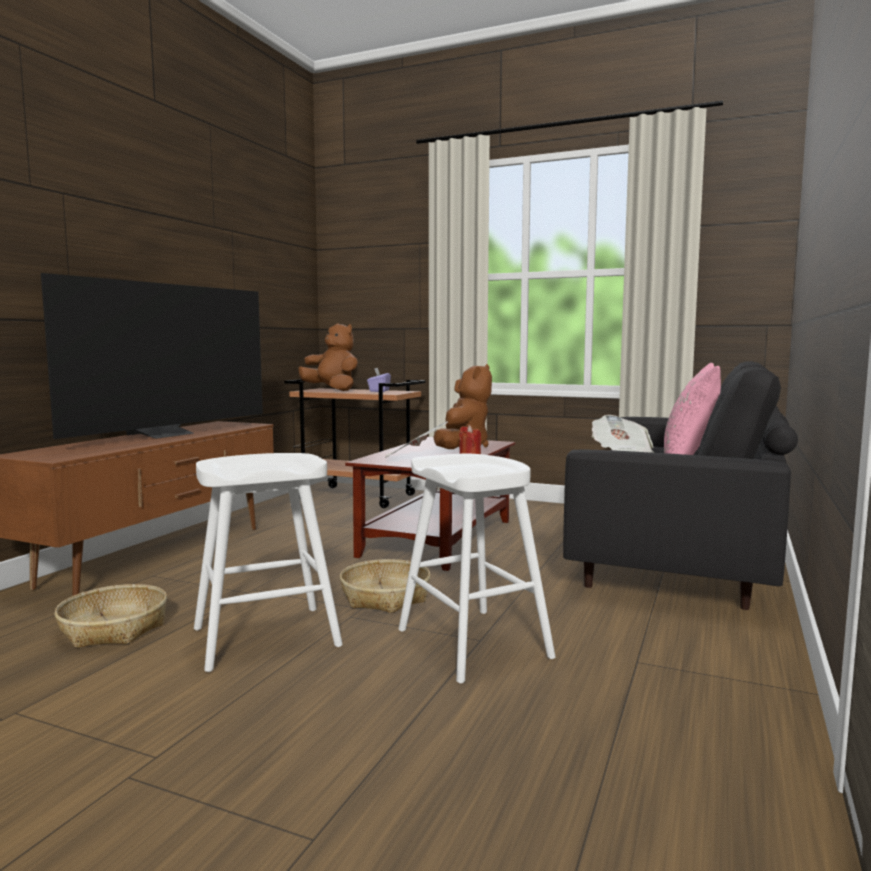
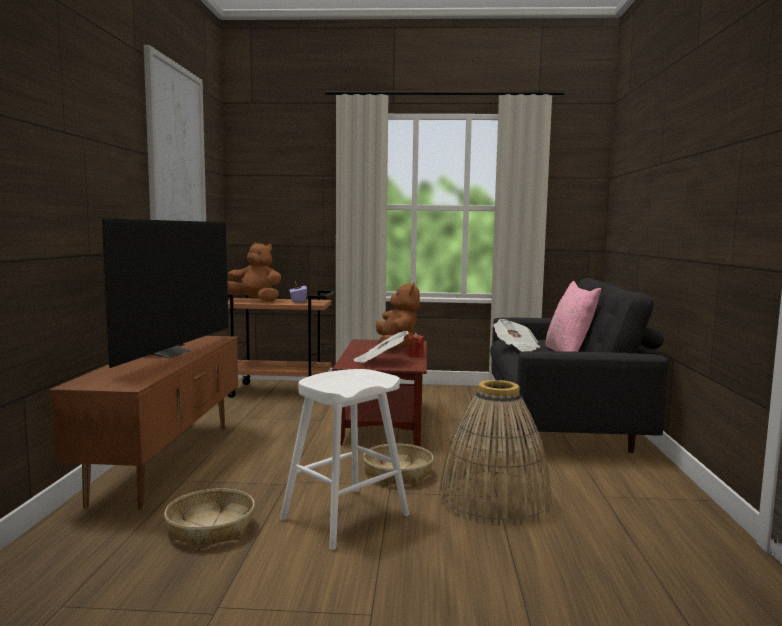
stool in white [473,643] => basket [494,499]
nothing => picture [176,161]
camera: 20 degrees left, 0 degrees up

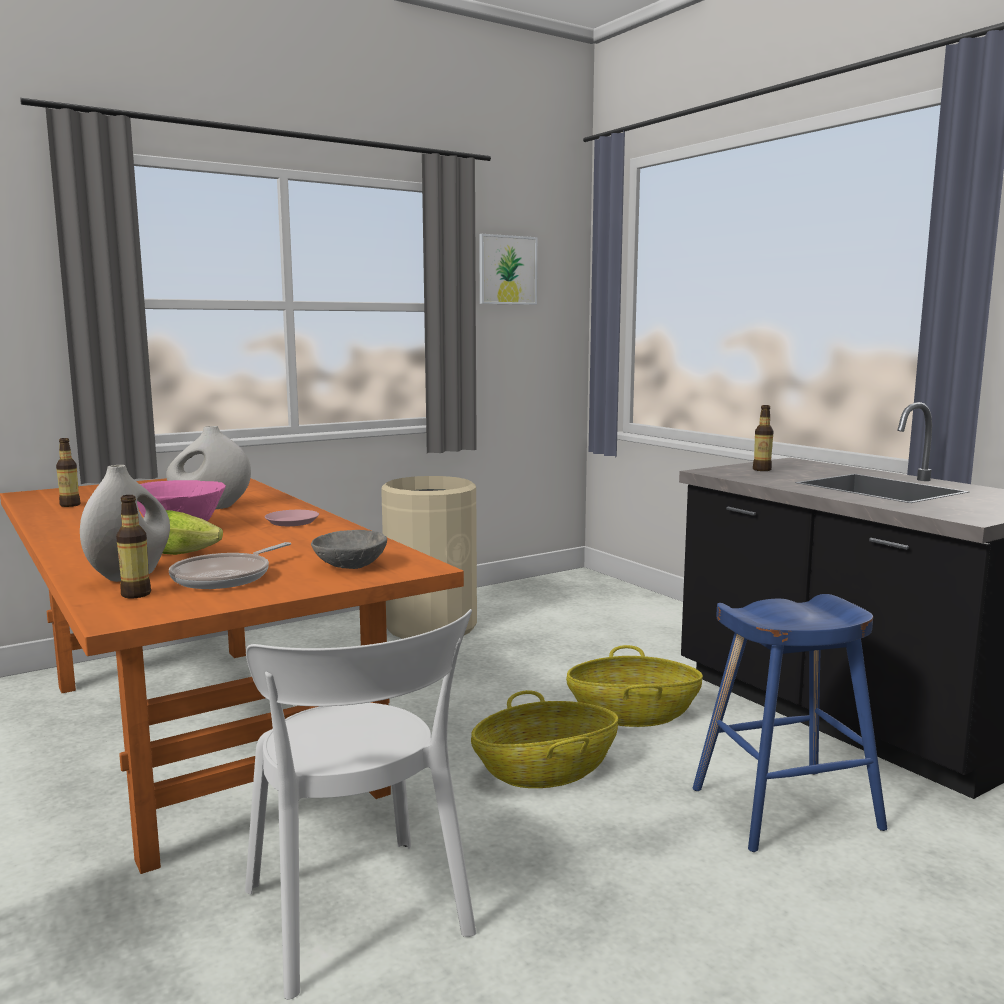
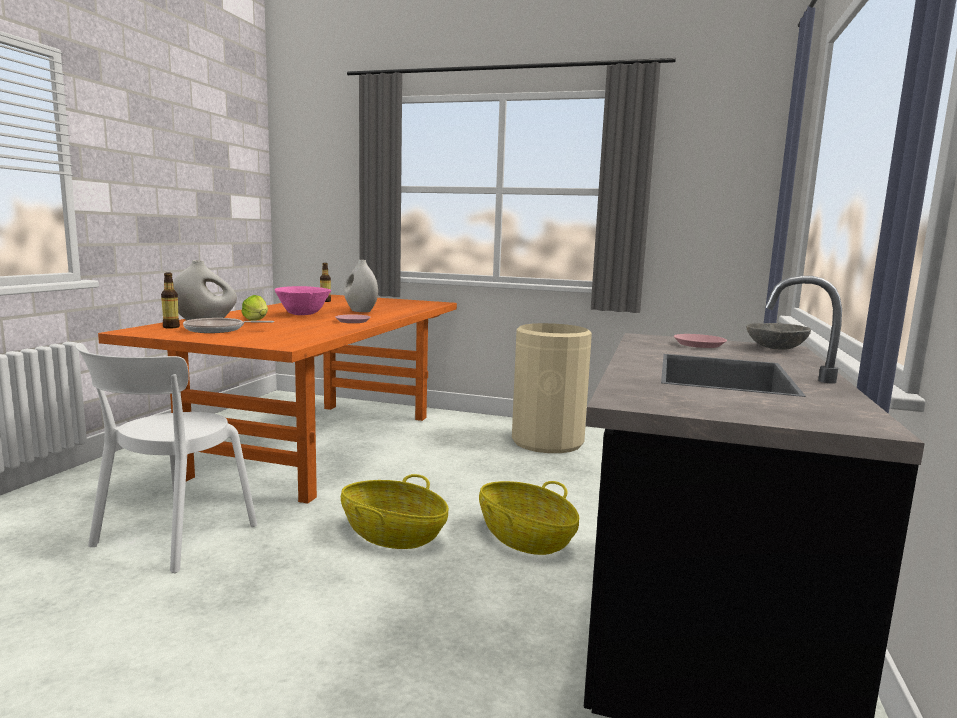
picture [507,270] => nothing
bottle [762,470] => plate in pink [699,344]
bowl in grey [351,565] => bowl in grey [776,348], moved
stool in blue [786,808] => nothing
camera: 50 degrees right, 0 degrees up

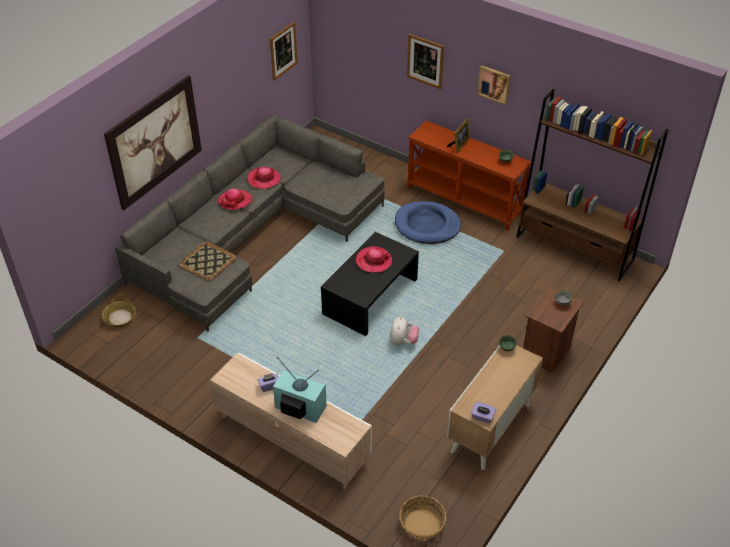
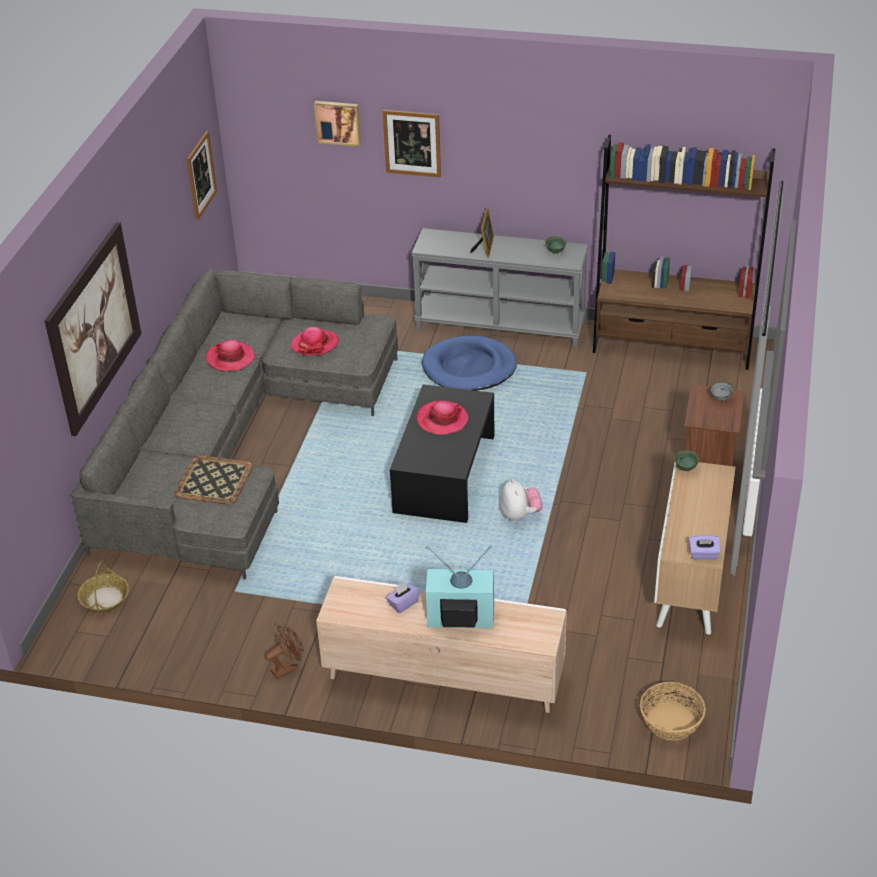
picture [494,84] => picture [338,122], moved
console table in brown [465,200] => console table in grey [501,325]
hat [235,201] => hat [315,344], moved
nothing => fan in brown [288,667]
camera: 20 degrees left, 5 degrees down

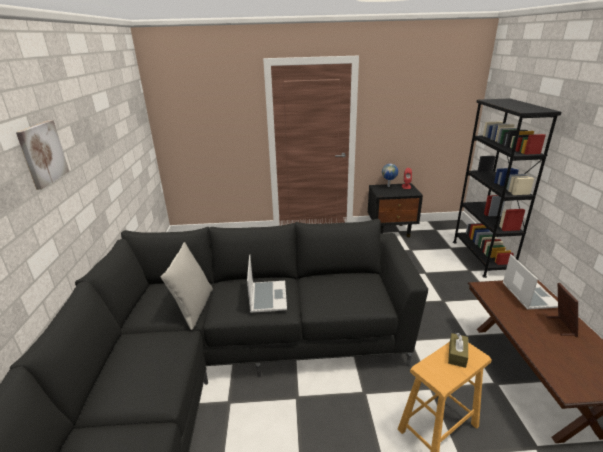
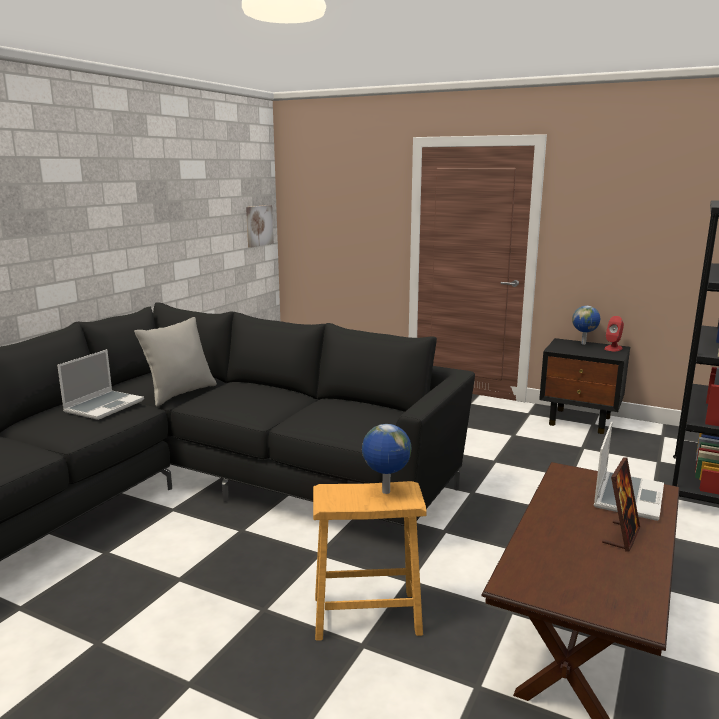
picture [42,153] => picture [258,225], moved
laptop [267,297] => laptop [104,406], moved
tissue box in brown [457,354] => globe [385,492]
camera: 30 degrees right, 10 degrees down

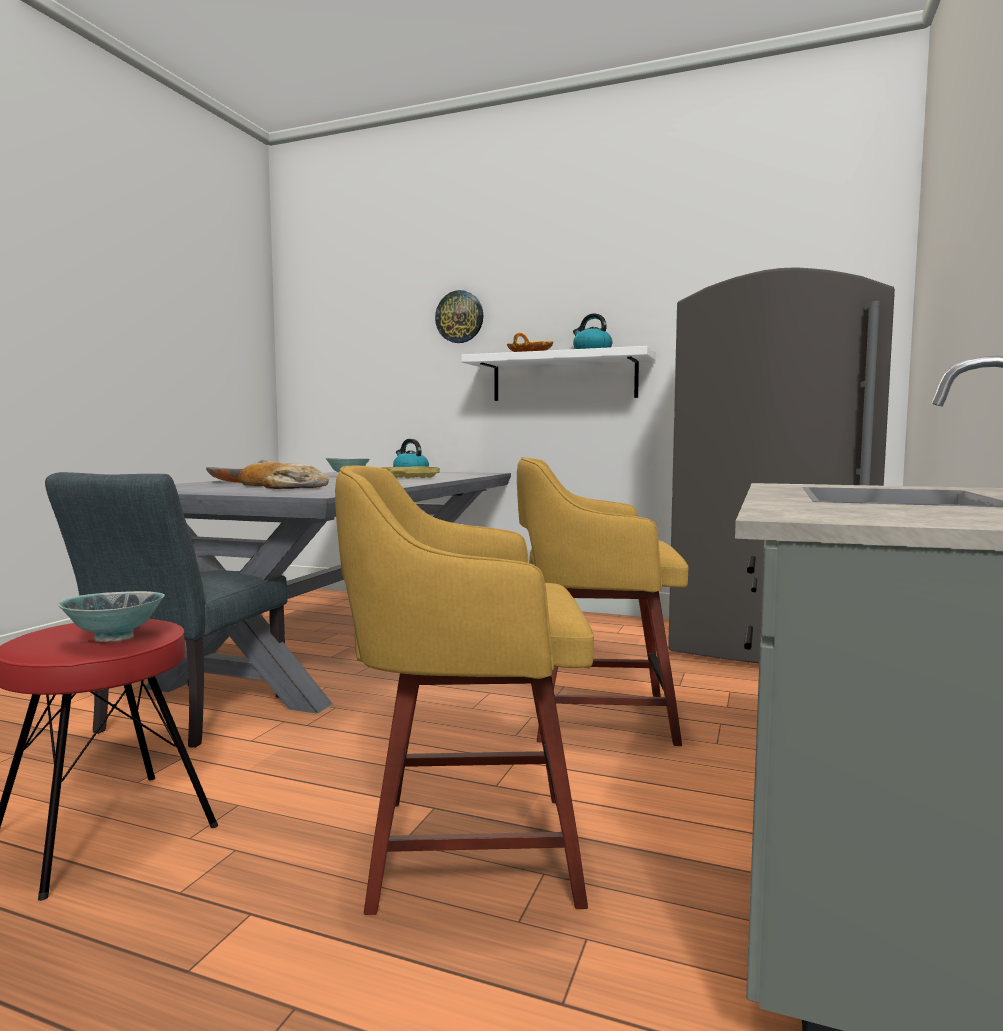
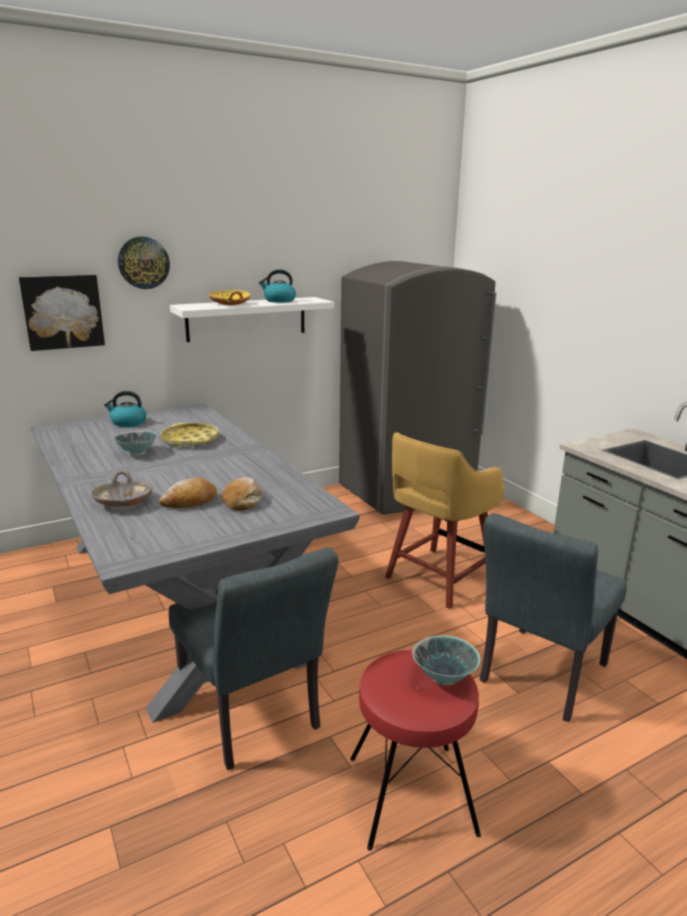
stool in yellow [466,848] => chair in grey [538,677]
nothing => picture [63,312]
camera: 50 degrees left, 15 degrees up

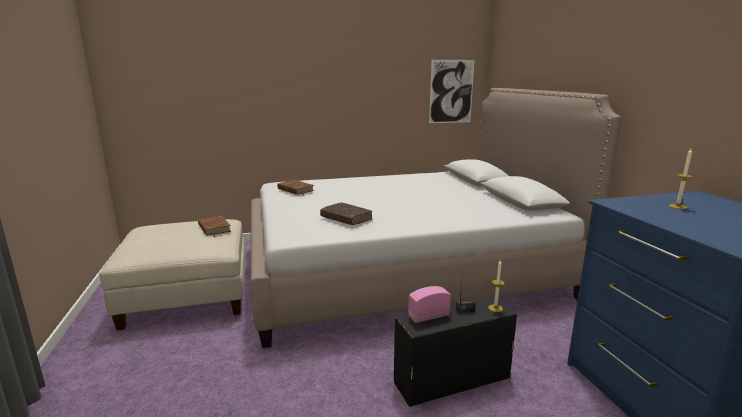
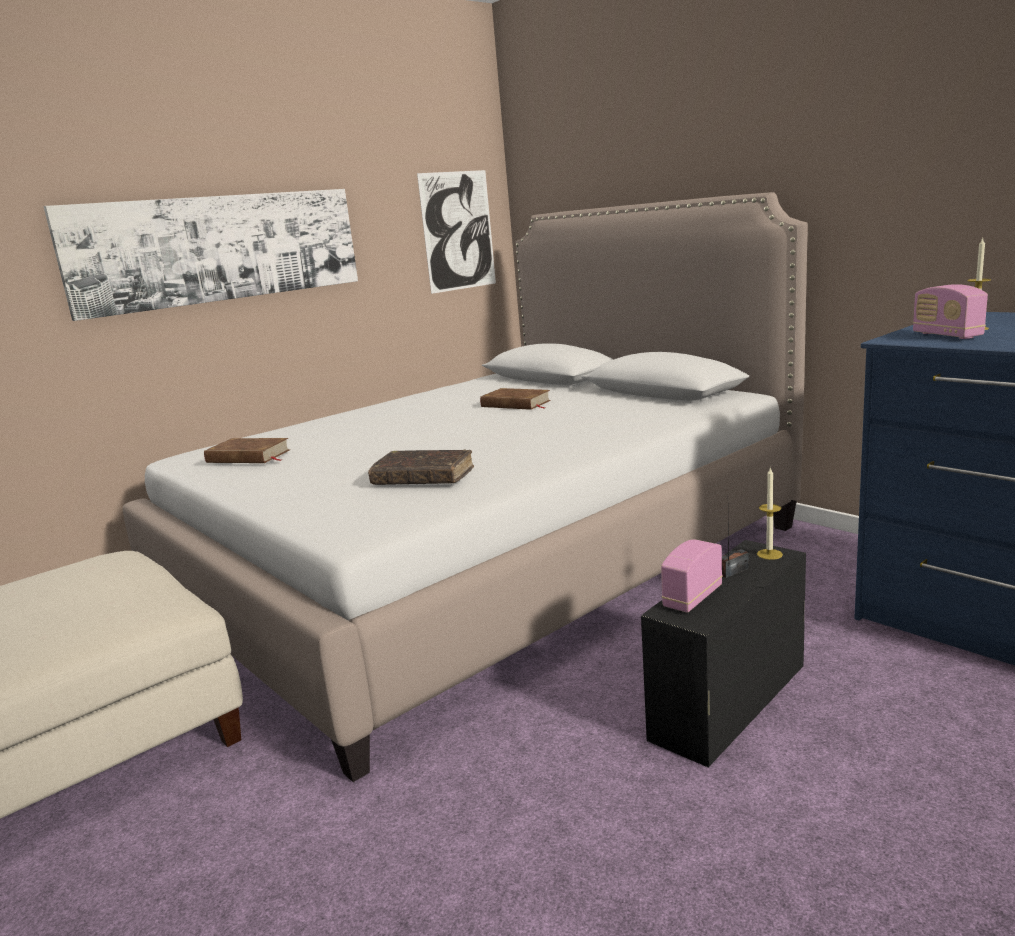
book in brown [214,228] => book in brown [516,404], moved
nothing => picture [219,248]
nothing => radio [947,335]
camera: 25 degrees left, 0 degrees up

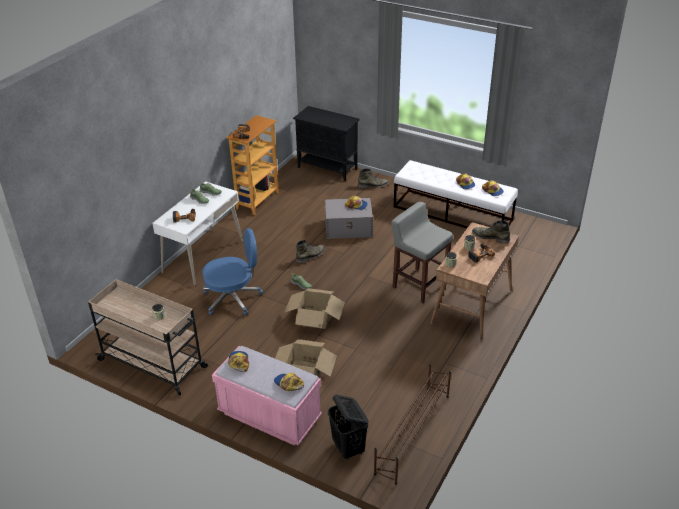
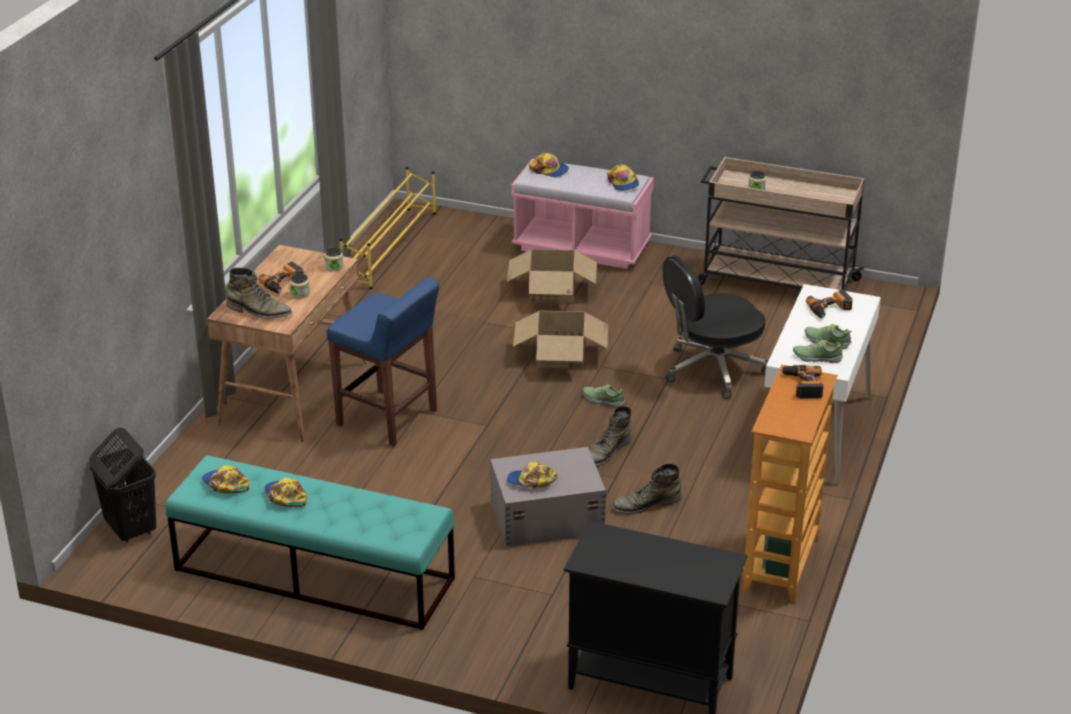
bench in white [453,213] => bench in turquoise [313,574]
boot in green [373,185] => boot in green [646,504], moved
stool in grey [419,285] => stool in blue [388,418]
office chair in blue [233,298] => office chair in black [712,370]
shoe rack in brown [412,434] => shoe rack in yellow [391,247]
laundry basket in black [348,448] => laundry basket in black [130,529], moved
camera: 170 degrees right, 5 degrees down

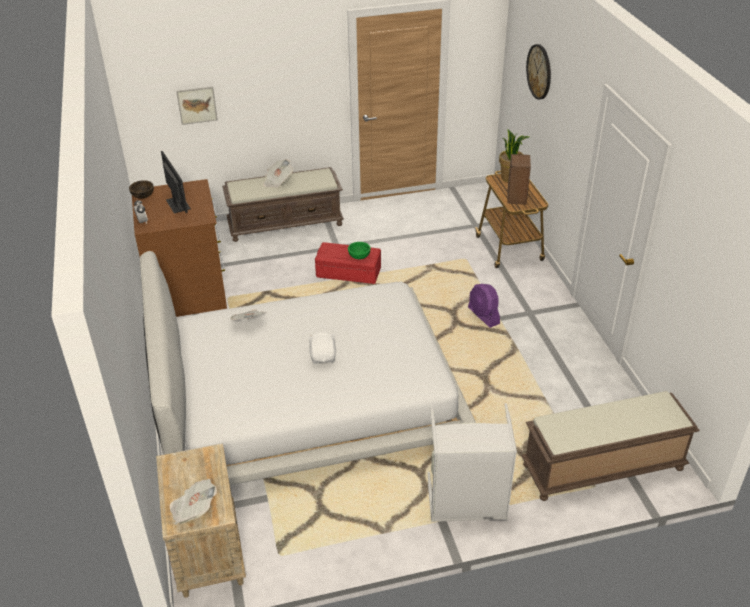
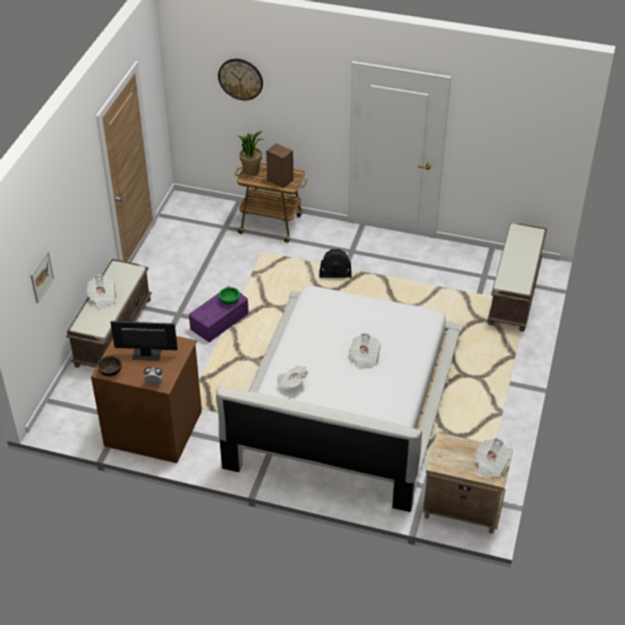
storage box in red [349,272] => storage box in purple [219,321]
fan in purple [483,316] => fan in black [335,274]
plush toy in white [323,356] => newspaper [364,358]
laundry basket in grey [467,504] => nothing
camera: 60 degrees left, 5 degrees up

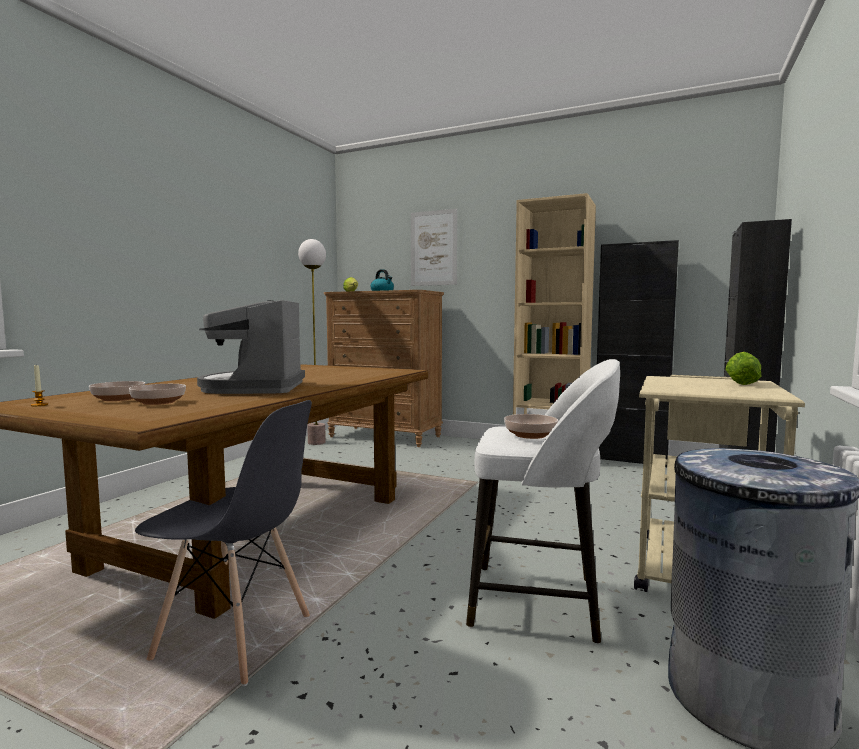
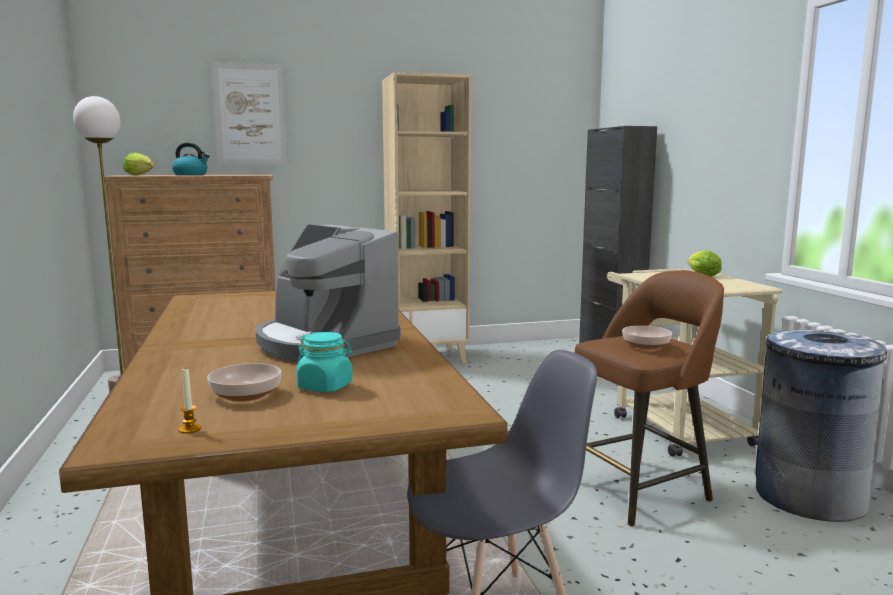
cabinet in black [630,459] => nothing
stool in white [539,602] => stool in brown [638,489]
bowl [158,402] => jar in turquoise [325,387]
camera: 40 degrees left, 5 degrees up

